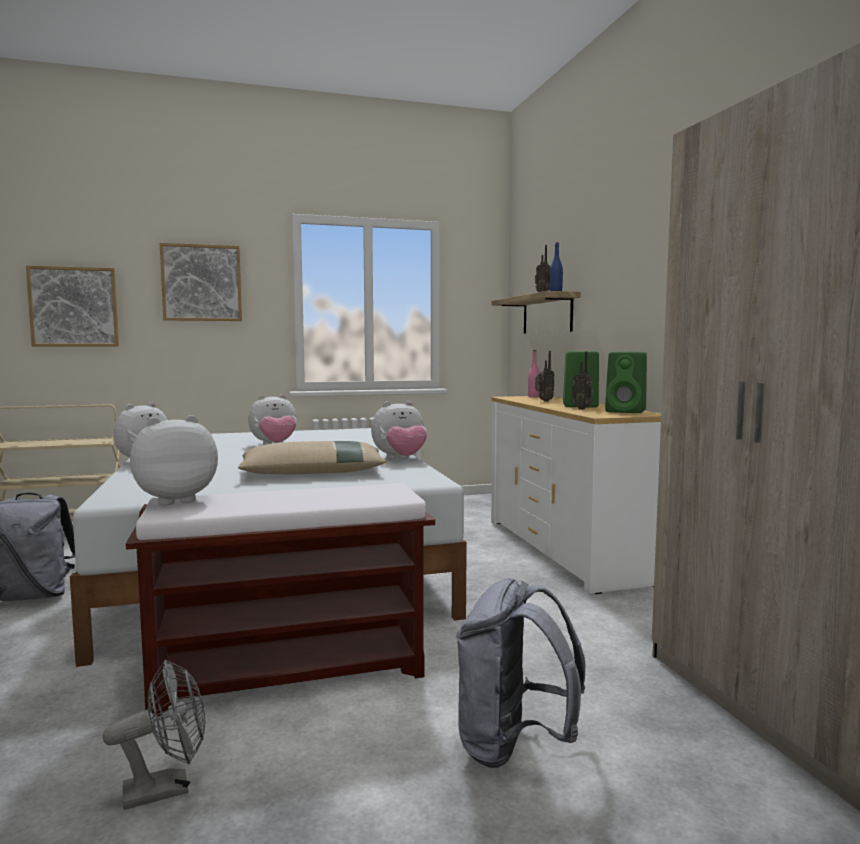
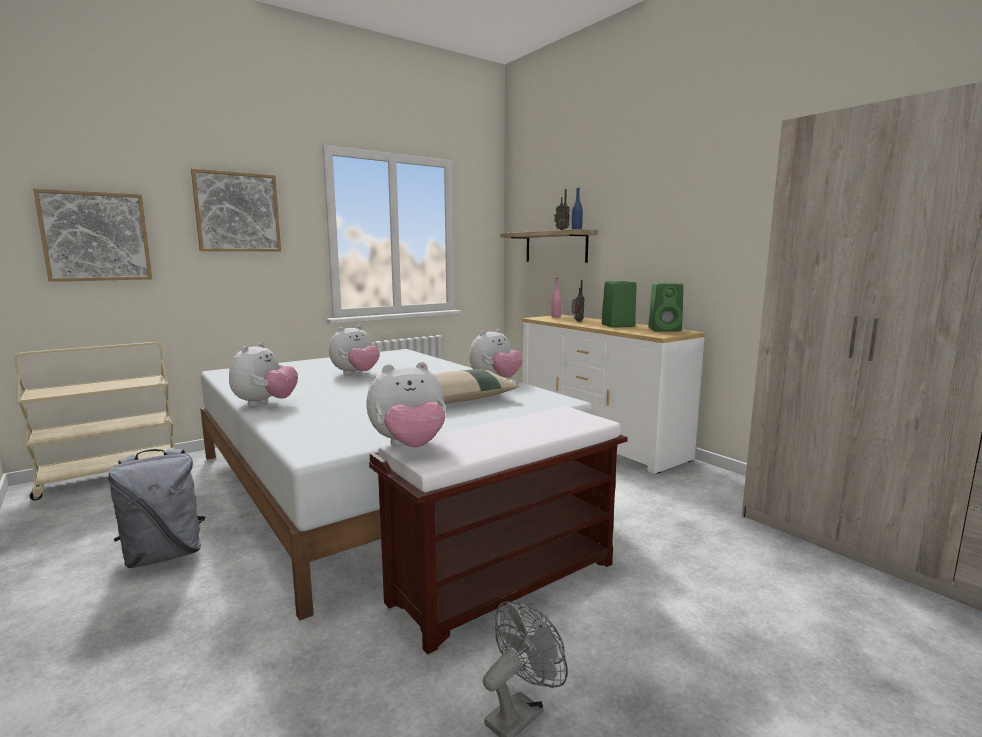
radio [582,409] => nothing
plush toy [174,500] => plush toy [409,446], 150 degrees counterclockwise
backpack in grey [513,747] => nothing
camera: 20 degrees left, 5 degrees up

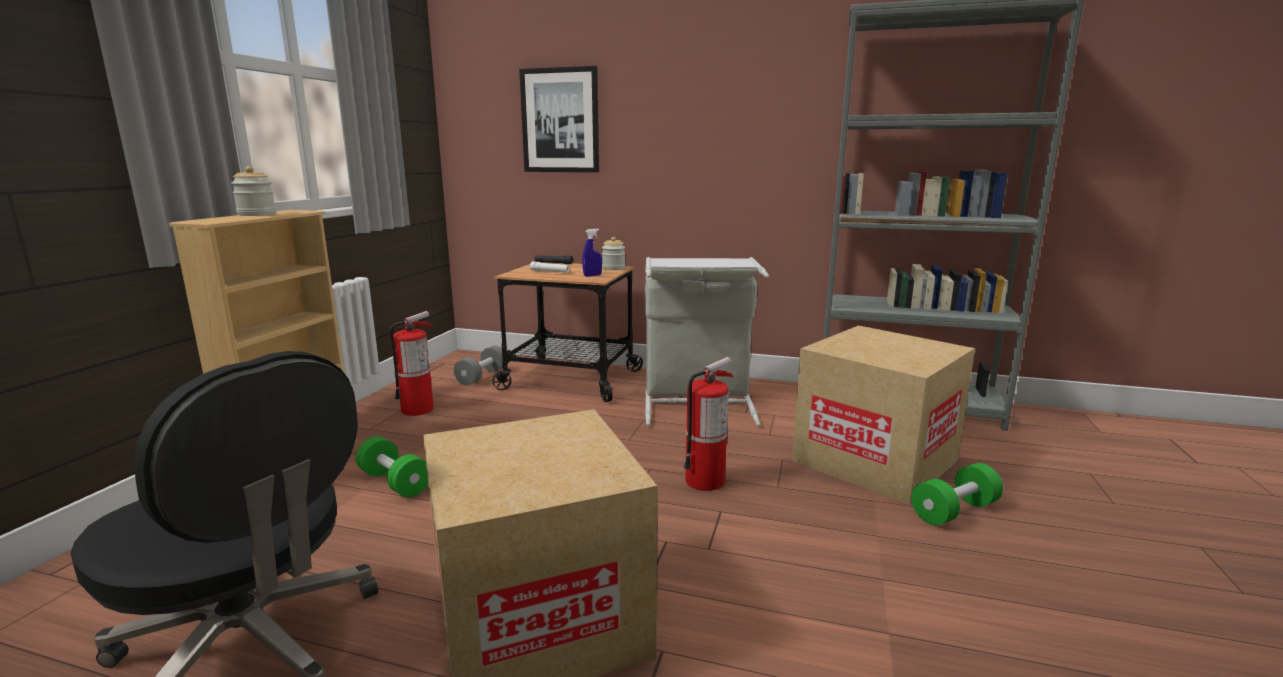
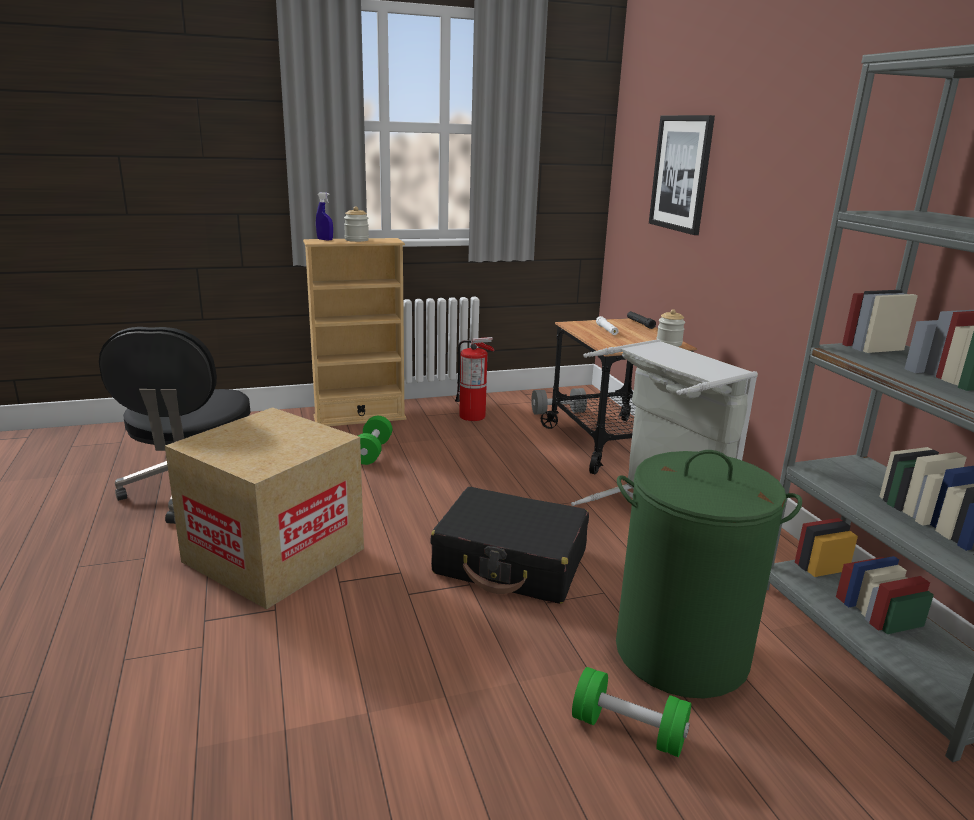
spray bottle in blue [592,275] => spray bottle in blue [325,239], moved
cardboard box [874,460] => laundry basket in green [681,652]
fire extinguisher [705,481] => suitcase in black [511,562]
camera: 55 degrees right, 5 degrees up

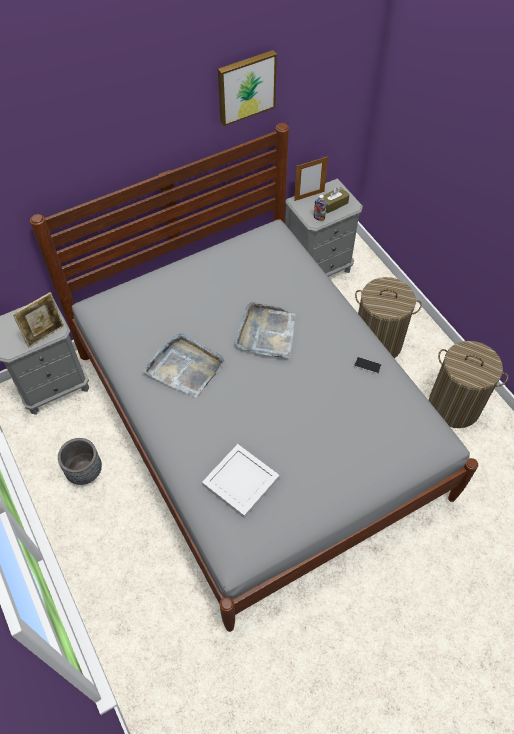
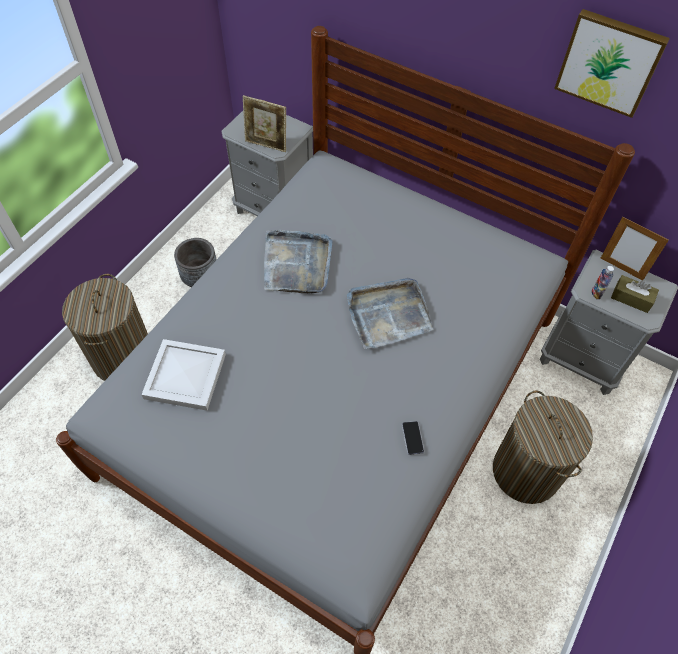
laundry basket [454,406] => laundry basket [123,357], moved
camera: 60 degrees right, 0 degrees up

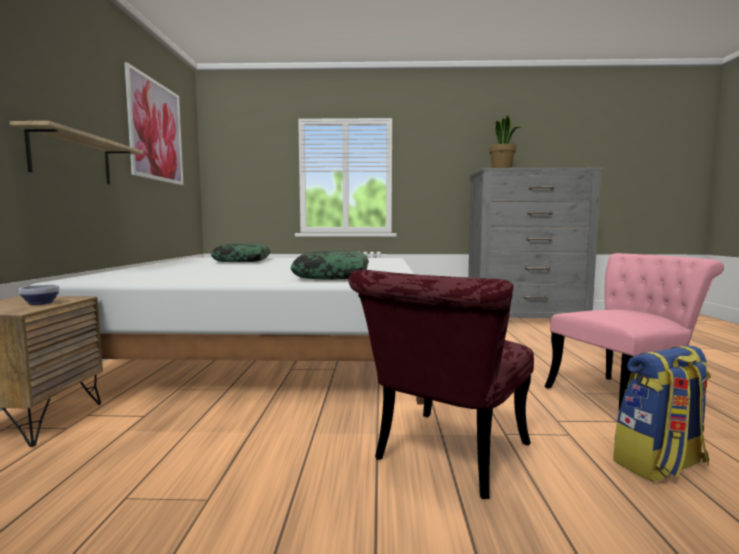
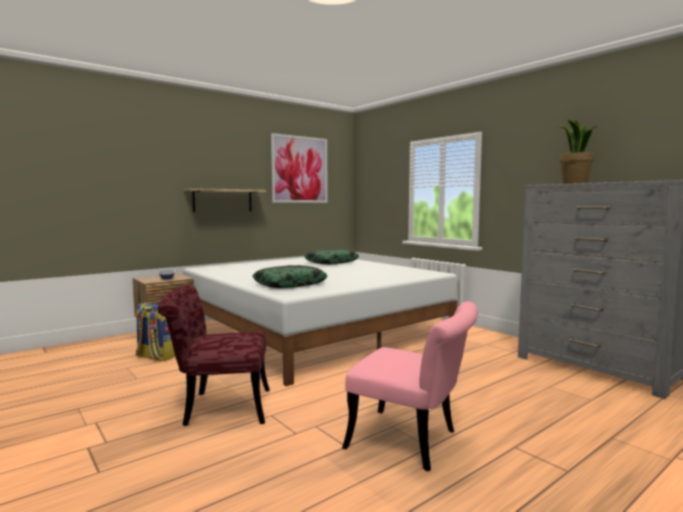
backpack [660,465] => backpack [155,357], moved
camera: 50 degrees right, 0 degrees up

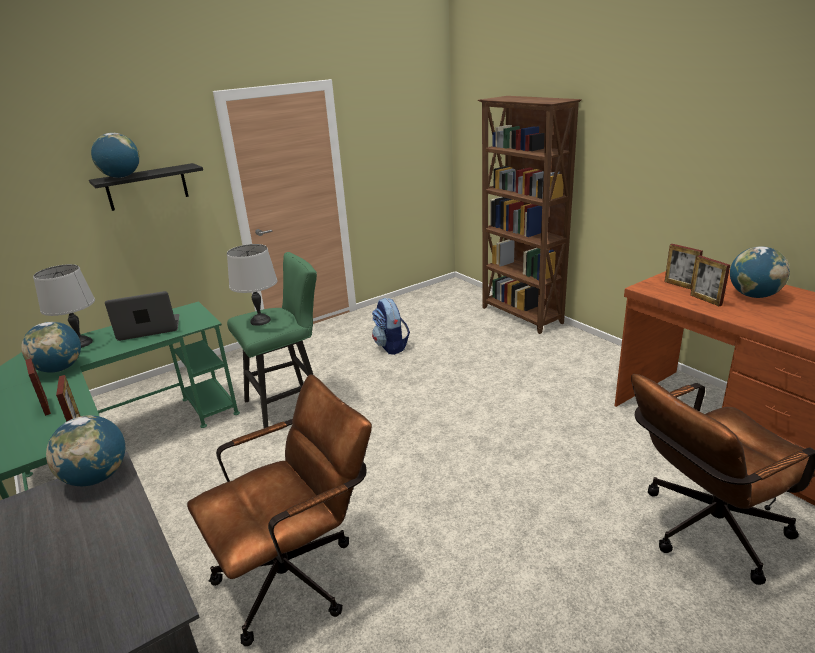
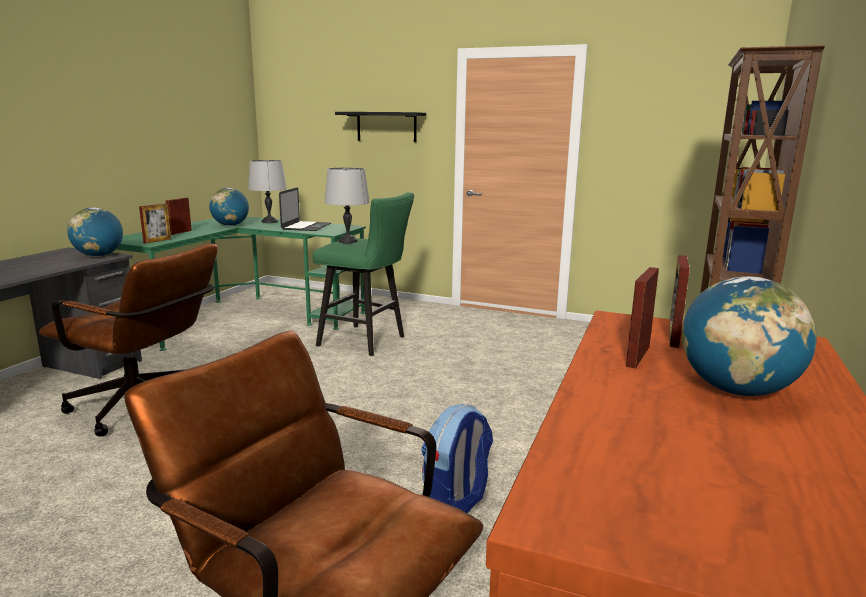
globe [121,177] => nothing
laptop [149,328] => laptop [306,226], 60 degrees clockwise
backpack [391,346] => backpack [455,504], moved
camera: 55 degrees right, 10 degrees down

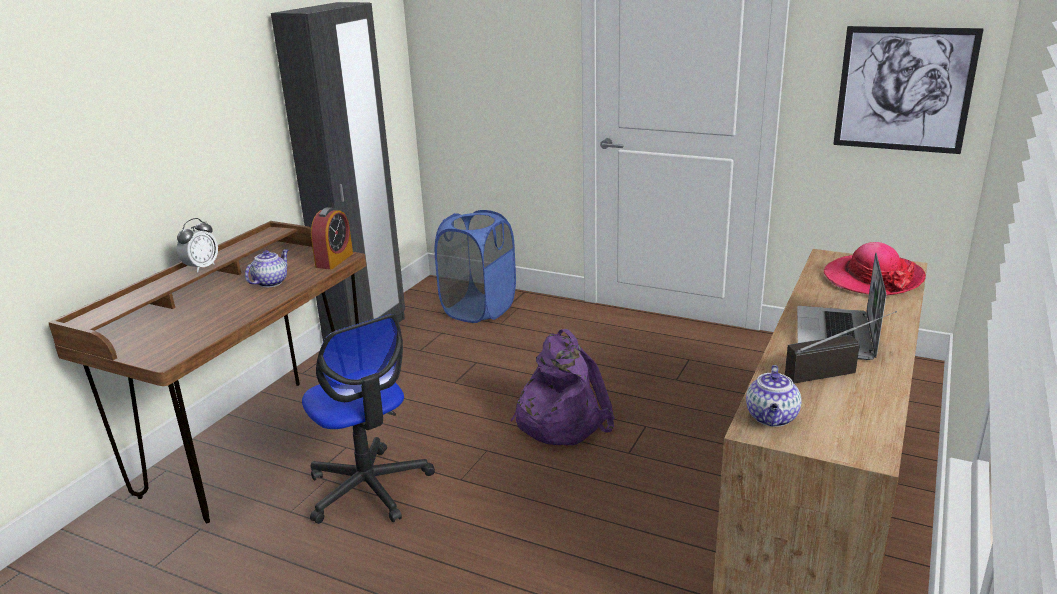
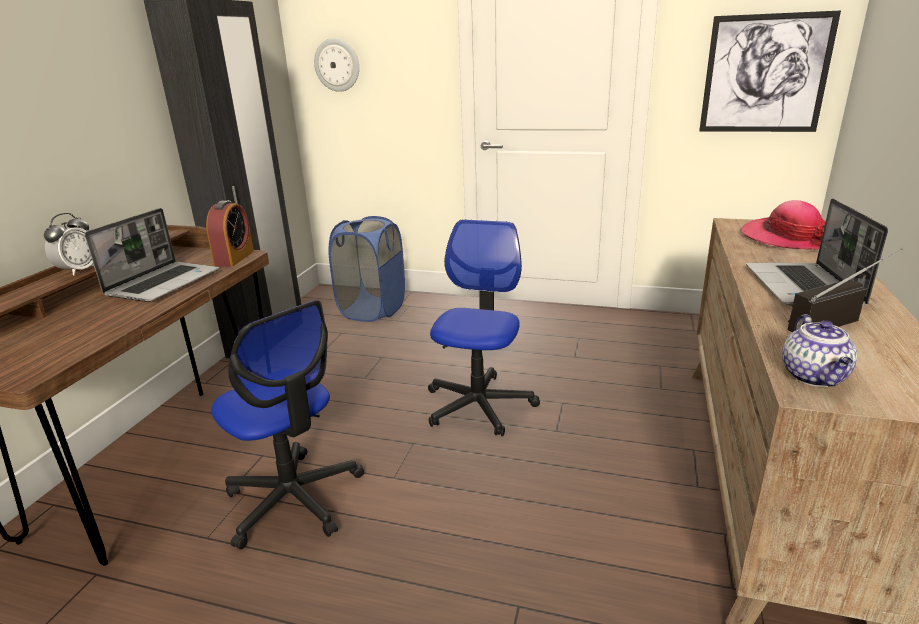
teapot [271,282] => laptop [164,283]
backpack in purple [560,420] => office chair [479,405]
nothing => wall clock [337,65]
camera: 10 degrees left, 0 degrees up

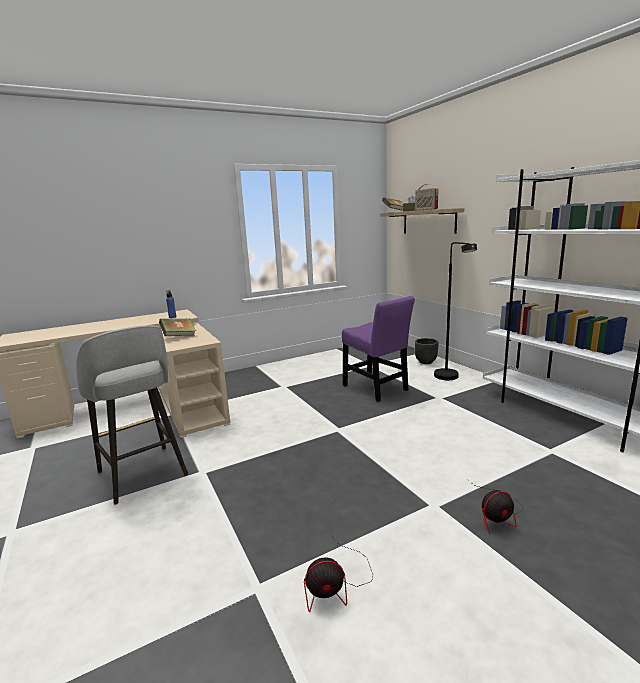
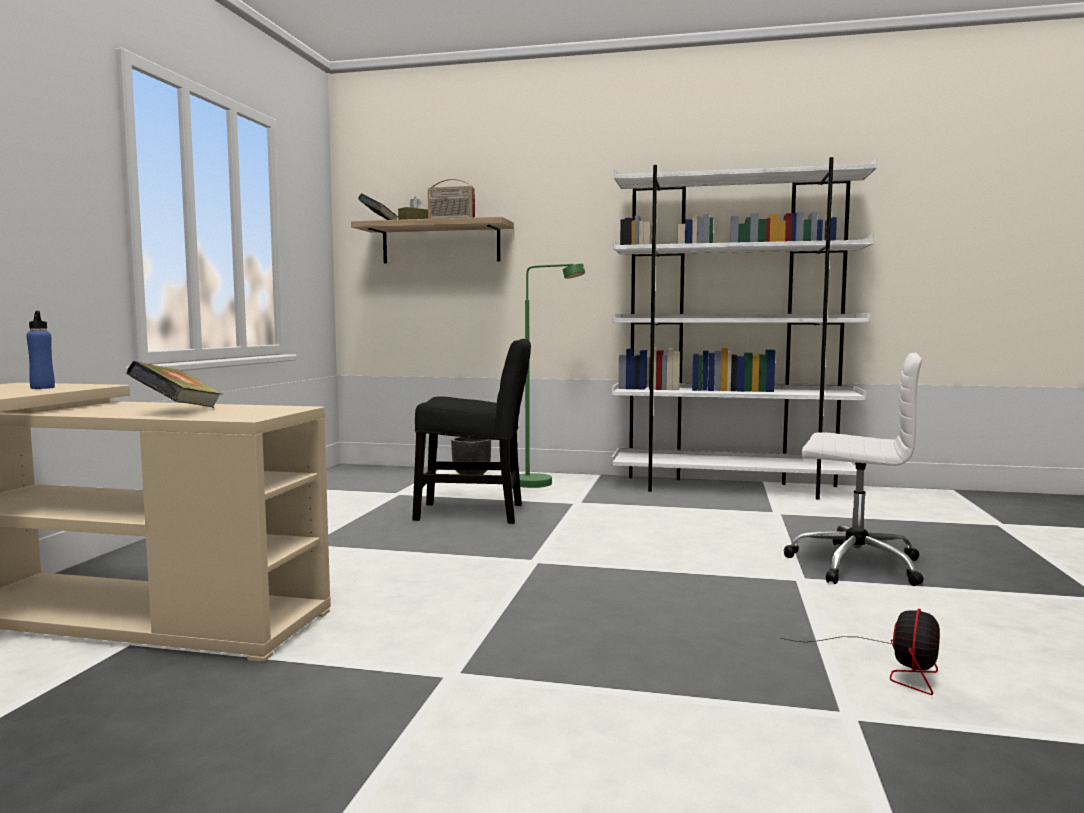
floor lamp in black [450,378] => floor lamp in green [543,484]
chair in purple [376,389] => chair in black [476,513]
stool in grey [143,474] => nothing
fan [497,514] => office chair in white [853,564]
camera: 50 degrees left, 10 degrees down

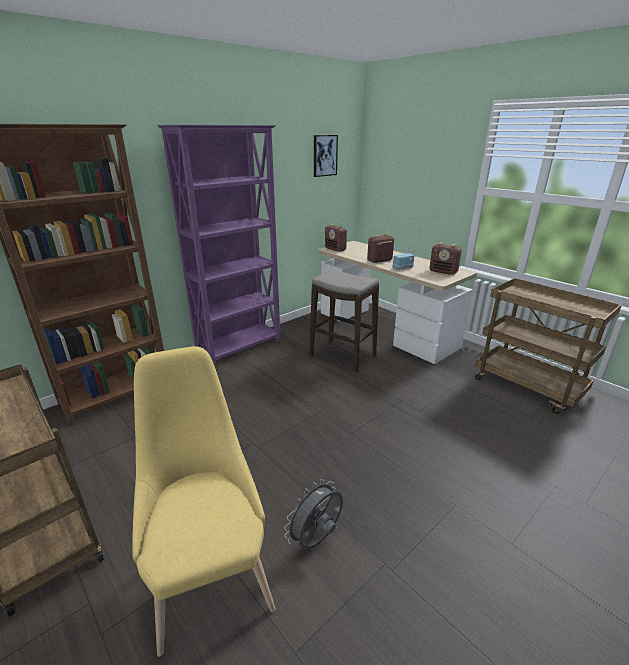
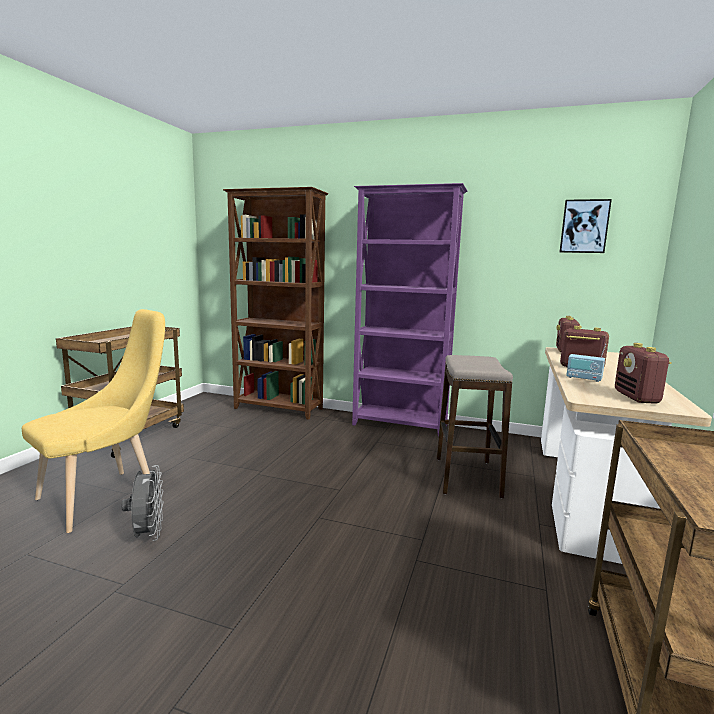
fan in grey [317,540] => fan in grey [148,535], 60 degrees clockwise
camera: 60 degrees right, 15 degrees down

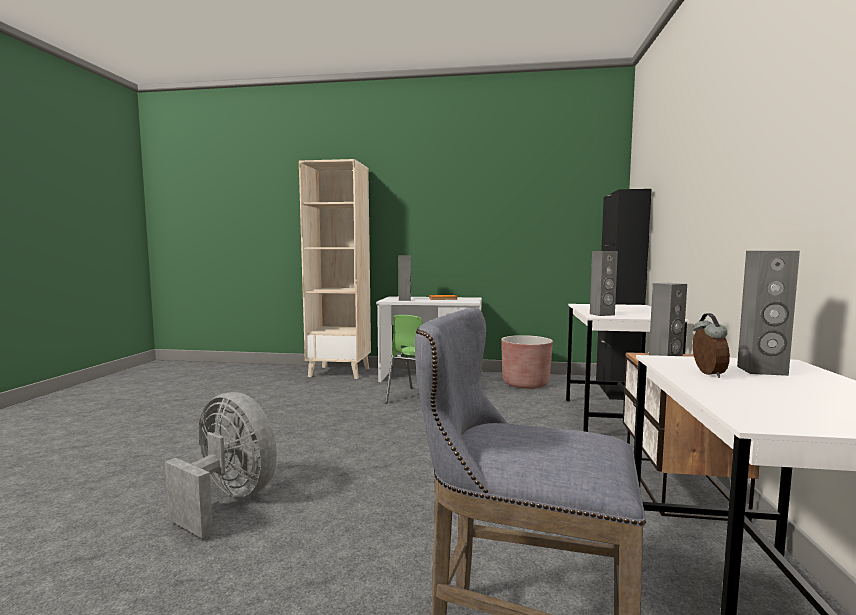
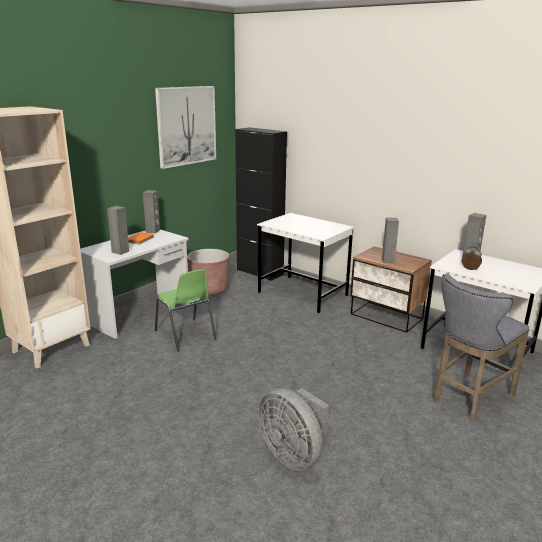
speaker in grey [602,314] => speaker in grey [153,231], moved
fan in grey [228,500] => fan in grey [293,455], 105 degrees counterclockwise
nothing => picture [186,126]
camera: 60 degrees left, 15 degrees up

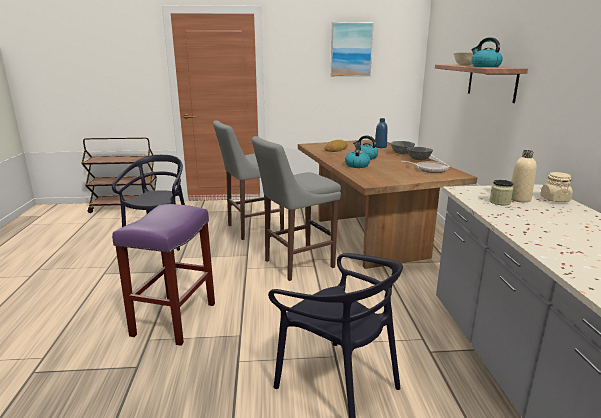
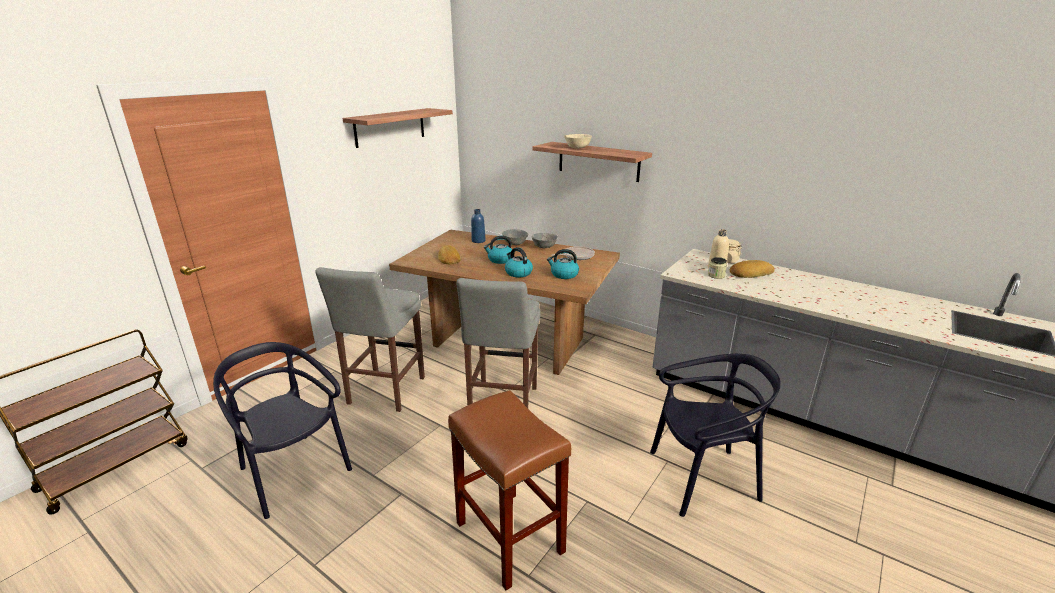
picture [351,49] => shelf [390,127]
kettle [485,66] => kettle [564,275], moved
stool in purple [174,318] => stool in brown [508,536]
nothing => bread [750,273]
camera: 50 degrees left, 5 degrees up

